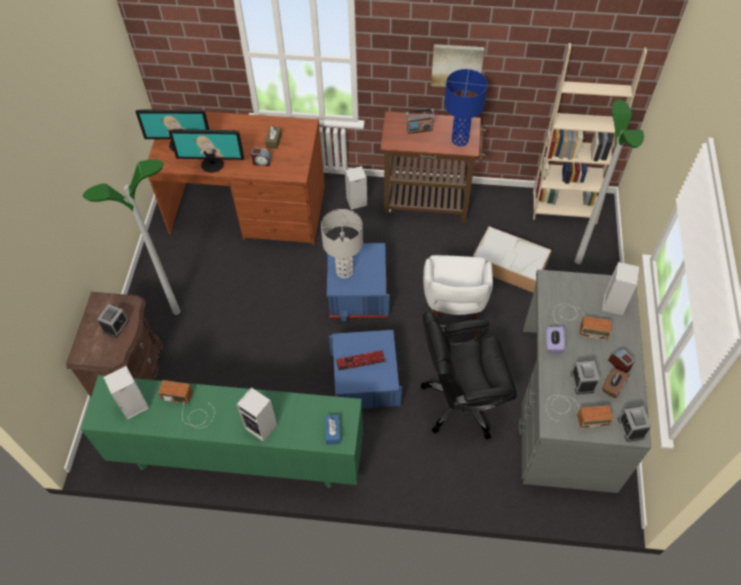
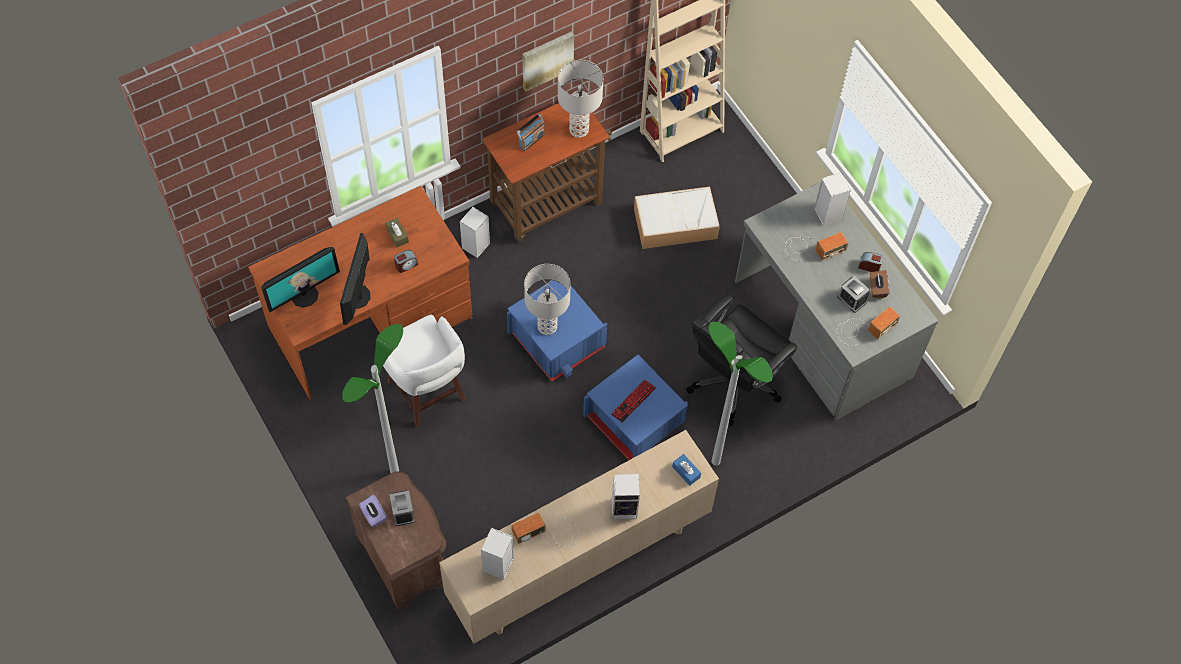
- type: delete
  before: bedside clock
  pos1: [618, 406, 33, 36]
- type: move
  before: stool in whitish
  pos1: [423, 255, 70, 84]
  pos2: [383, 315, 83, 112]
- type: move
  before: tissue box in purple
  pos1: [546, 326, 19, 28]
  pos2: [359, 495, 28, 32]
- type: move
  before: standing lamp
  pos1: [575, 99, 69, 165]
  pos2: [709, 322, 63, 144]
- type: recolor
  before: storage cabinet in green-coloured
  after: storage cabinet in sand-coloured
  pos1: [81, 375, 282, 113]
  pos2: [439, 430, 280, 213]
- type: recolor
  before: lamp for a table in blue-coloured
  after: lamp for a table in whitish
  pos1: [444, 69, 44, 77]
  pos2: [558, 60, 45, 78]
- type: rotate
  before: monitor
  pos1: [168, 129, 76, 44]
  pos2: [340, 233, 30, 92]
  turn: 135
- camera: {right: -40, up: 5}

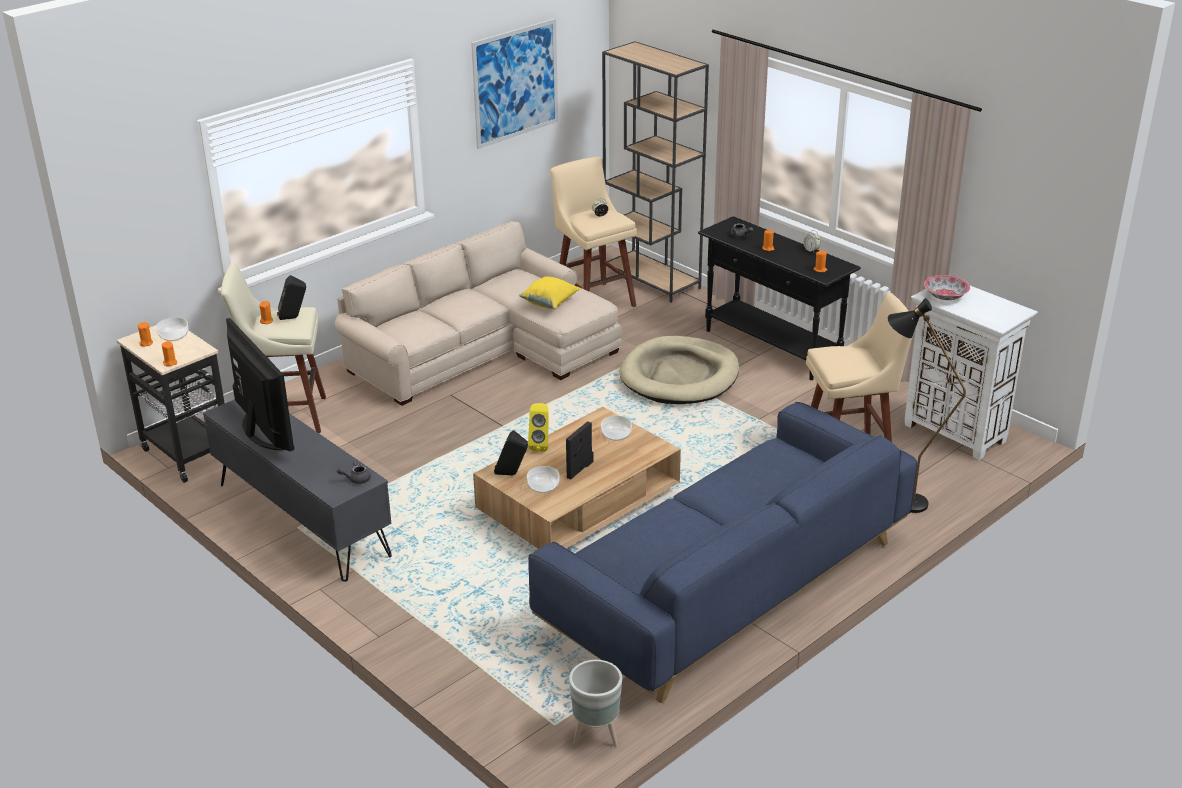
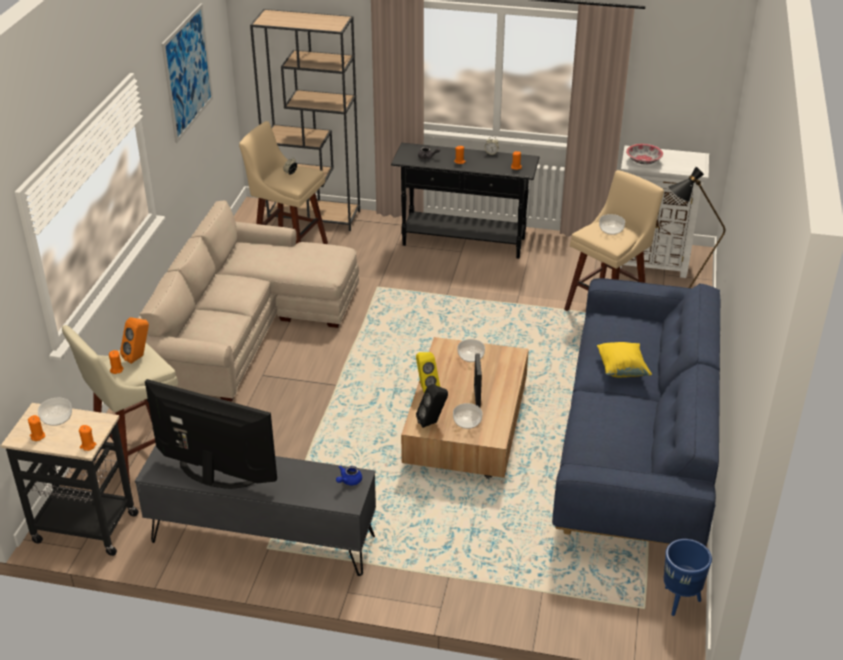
- type: delete
  before: dog cushion in sand-coloured
  pos1: [619, 336, 120, 68]
- type: insert
  after: bowl
  pos2: [599, 214, 26, 21]
- type: move
  before: cushion in yellow
  pos1: [519, 276, 61, 33]
  pos2: [597, 342, 55, 35]
- type: recolor
  before: speaker in blackish
  after: speaker in orange-coloured
  pos1: [277, 275, 29, 45]
  pos2: [120, 317, 29, 47]
- type: recolor
  before: tea pot in grey
  after: tea pot in blue-coloured
  pos1: [337, 461, 34, 23]
  pos2: [336, 466, 26, 19]
- type: recolor
  before: planter in grey
  after: planter in blue-coloured
  pos1: [569, 660, 53, 87]
  pos2: [664, 539, 48, 77]
- camera: {right: -35, up: 5}

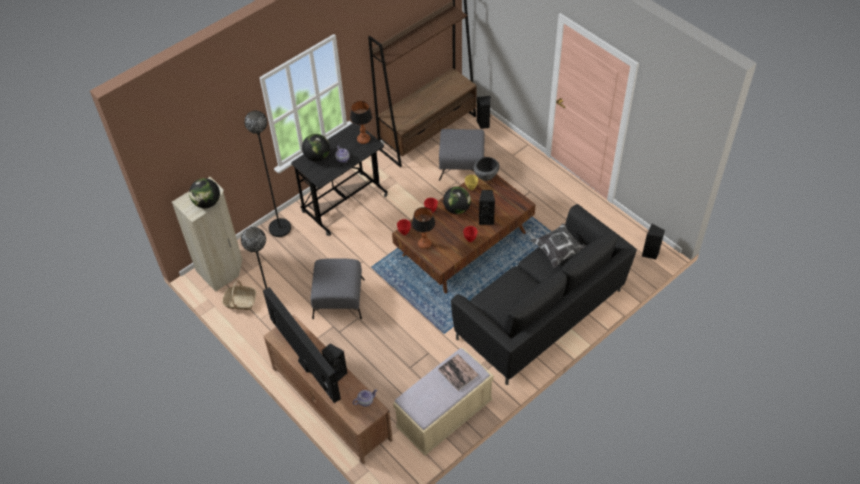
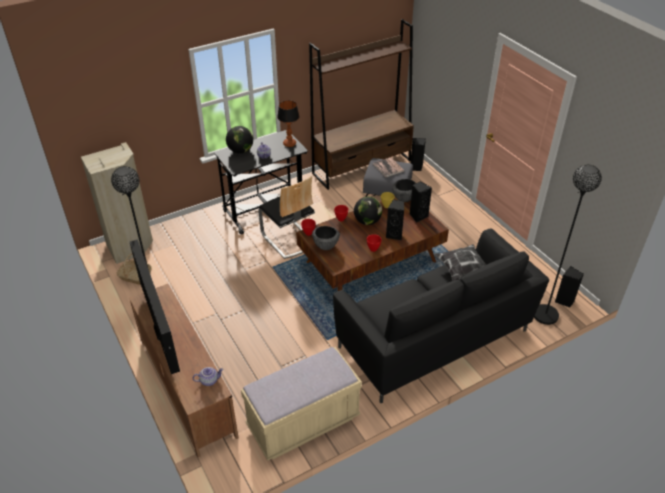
- type: delete
  before: globe
  pos1: [189, 178, 31, 30]
- type: delete
  before: ottoman in grey
  pos1: [311, 258, 54, 61]
- type: insert
  after: chair
  pos2: [258, 176, 57, 83]
- type: move
  before: standing lamp in blackish
  pos1: [244, 111, 47, 126]
  pos2: [534, 165, 68, 160]
- type: move
  before: speaker in blackish
  pos1: [322, 344, 25, 38]
  pos2: [410, 181, 22, 42]
- type: move
  before: book
  pos1: [438, 354, 41, 37]
  pos2: [373, 157, 32, 20]
- type: replace
  before: lamp for a table
  after: bowl
  pos1: [412, 207, 23, 42]
  pos2: [312, 226, 28, 24]
- camera: {right: 10, up: -10}

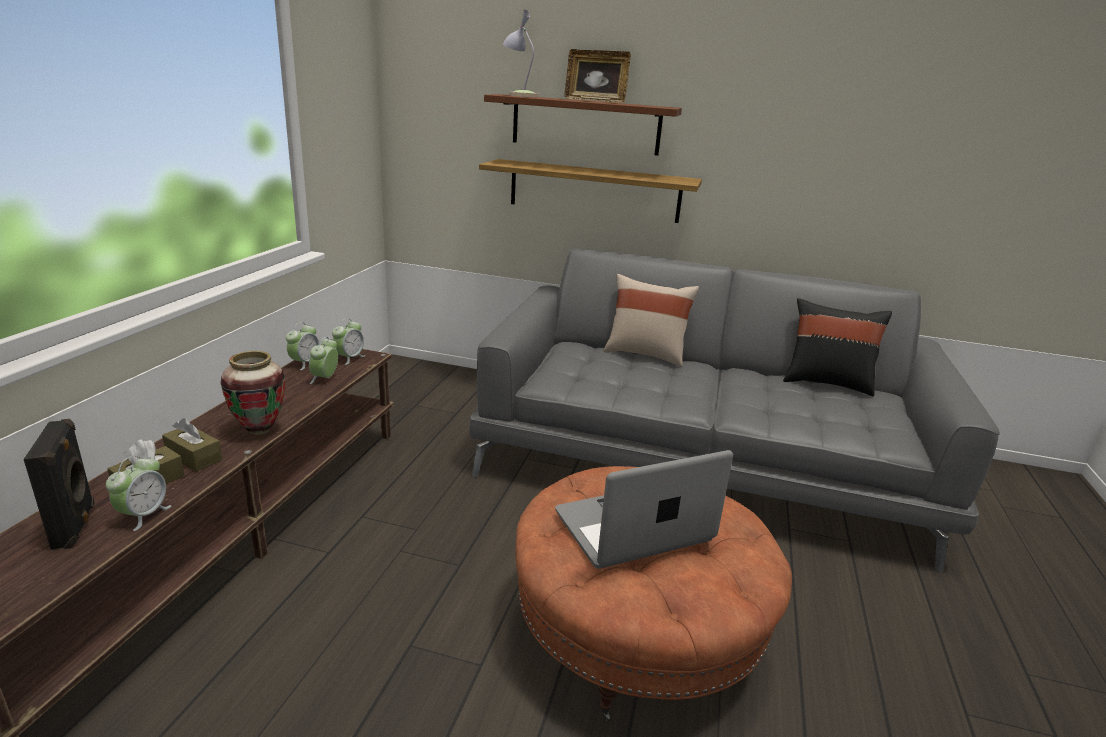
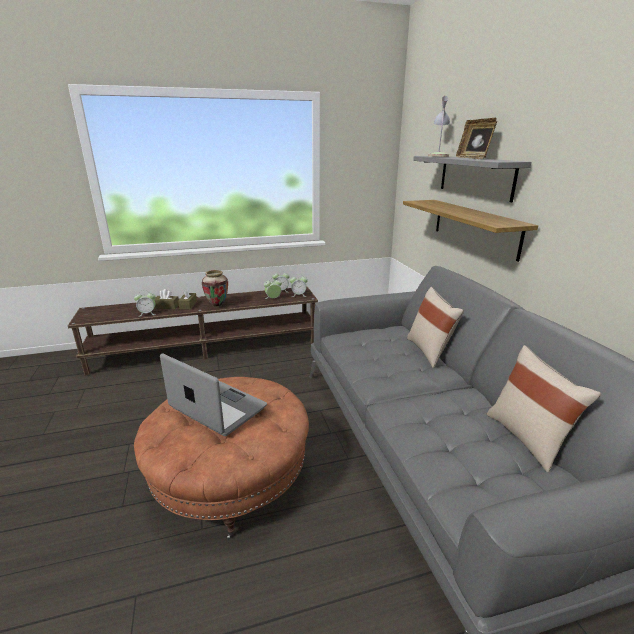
- type: delete
  before: speaker in blackish
  pos1: [24, 419, 71, 131]
- type: recolor
  before: bracket shelf in brown-coloured
  after: bracket shelf in grey
  pos1: [484, 94, 198, 62]
  pos2: [413, 156, 118, 46]
- type: recolor
  before: cushion in blackish
  after: cushion in sand-coloured
  pos1: [783, 298, 109, 98]
  pos2: [487, 345, 114, 127]
- camera: {right: 60, up: 0}

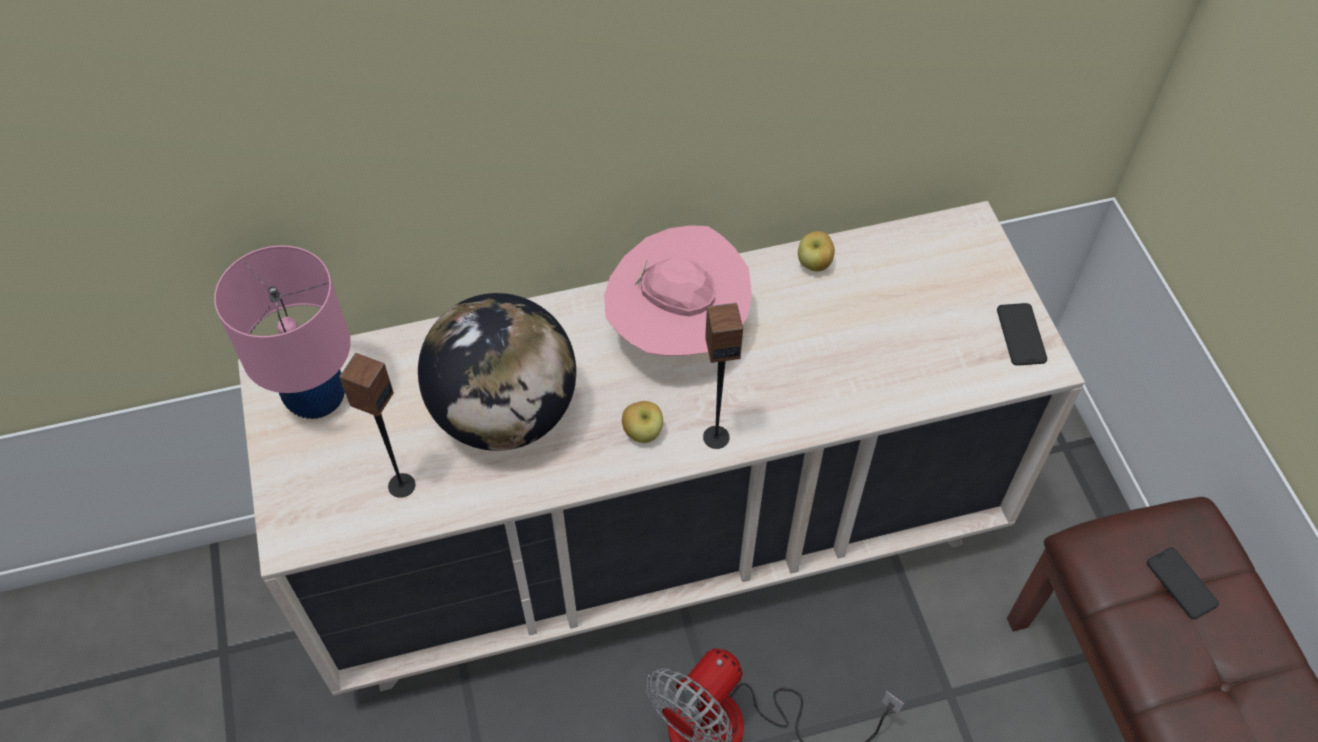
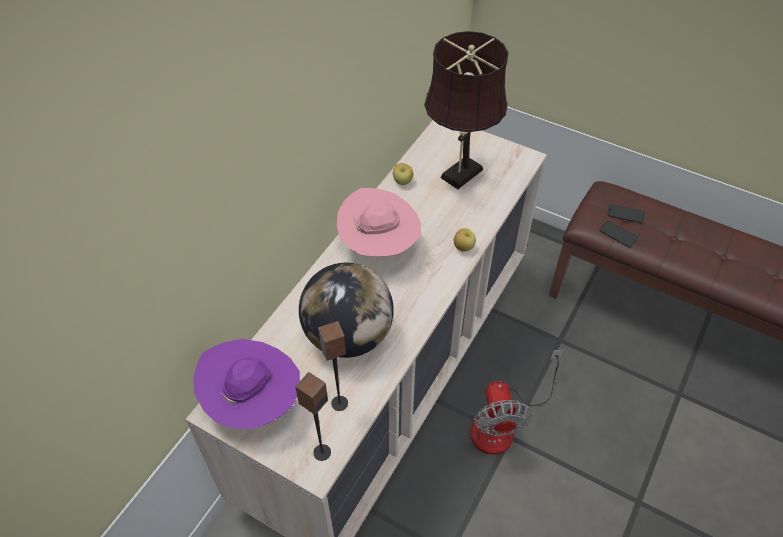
- type: insert
  after: lamp for a table in brown-coloured
  pos2: [424, 31, 85, 158]
- type: move
  before: whole apple
  pos1: [622, 401, 41, 42]
  pos2: [454, 228, 22, 24]
- type: move
  before: speaker
  pos1: [703, 303, 40, 146]
  pos2: [295, 372, 36, 89]
- type: move
  before: phone
  pos1: [997, 303, 50, 63]
  pos2: [599, 221, 39, 26]
- type: replace
  before: lamp for a table in pinkish
  after: wearable hat in purple
  pos1: [214, 245, 137, 174]
  pos2: [193, 339, 107, 90]
- camera: {right: -45, up: -5}

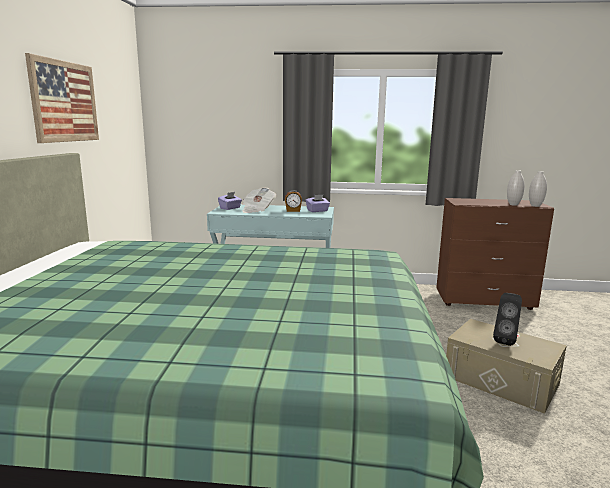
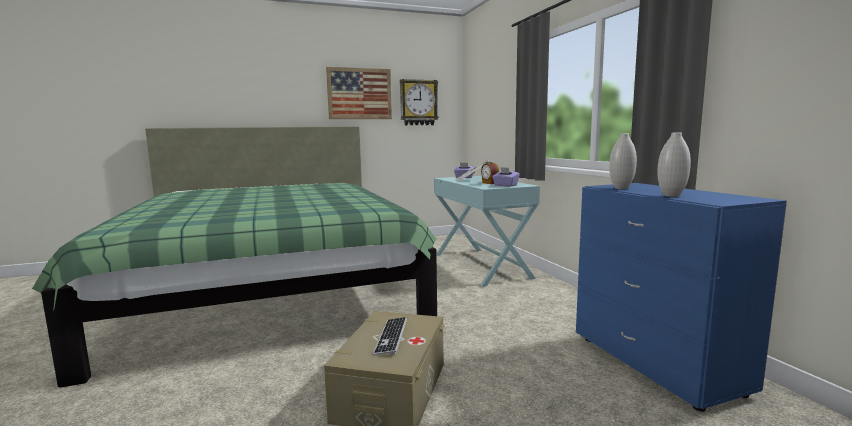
- type: insert
  after: clock on the wall
  pos2: [400, 79, 39, 46]
- type: move
  before: vase in whitish
  pos1: [529, 171, 18, 36]
  pos2: [609, 133, 28, 56]
- type: replace
  before: speaker in blackish
  after: computer keyboard
  pos1: [493, 293, 29, 53]
  pos2: [373, 317, 34, 38]
- type: recolor
  before: chest of drawers in brown-coloured
  after: chest of drawers in blue-coloured
  pos1: [436, 198, 118, 112]
  pos2: [576, 183, 211, 229]
- camera: {right: 65, up: -5}

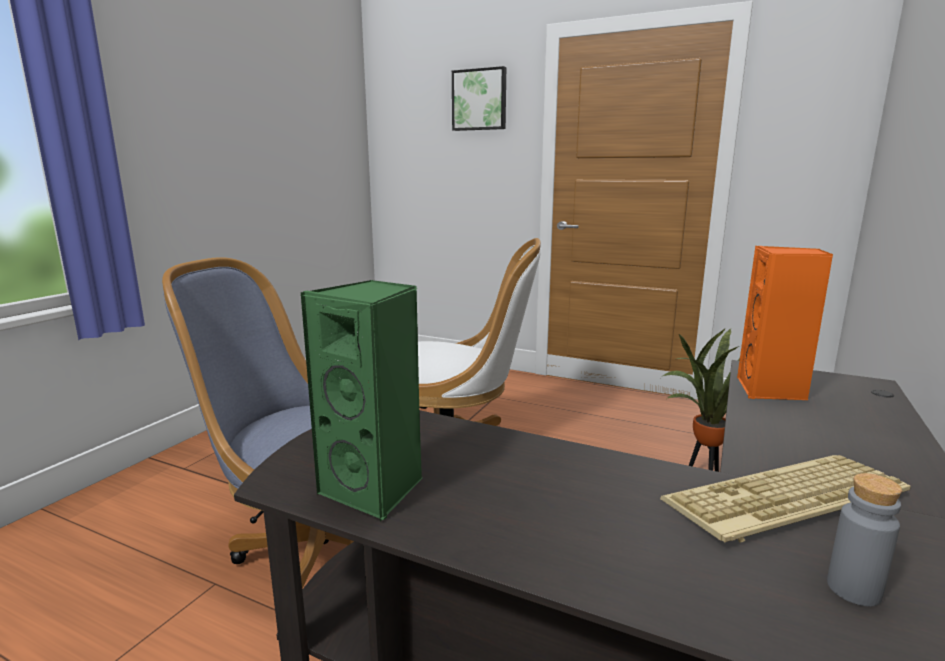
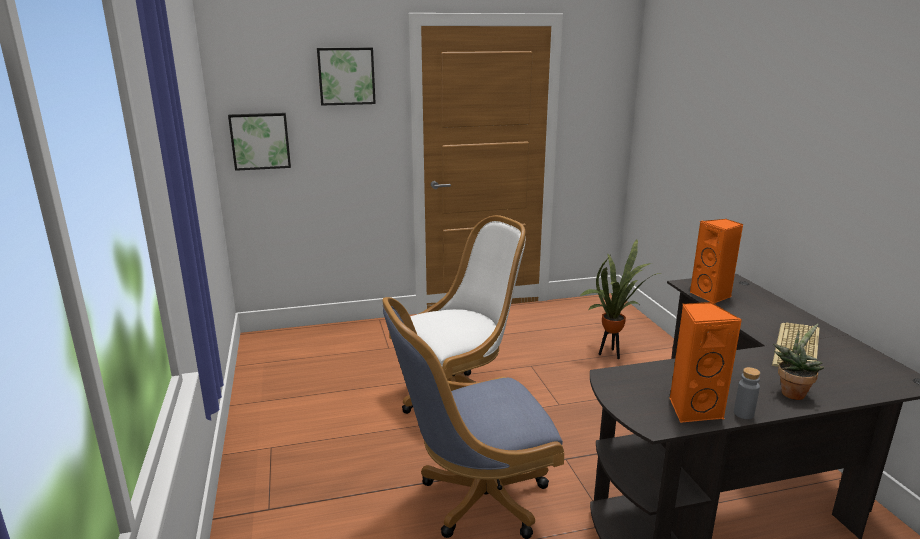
- type: insert
  after: wall picture
  pos2: [228, 113, 63, 58]
- type: insert
  after: plant in a pot
  pos2: [773, 323, 51, 77]
- type: move
  before: beverage bottle in grey
  pos1: [827, 473, 75, 133]
  pos2: [734, 367, 26, 52]
- type: recolor
  before: speaker in green-coloured
  after: speaker in orange-coloured
  pos1: [301, 280, 121, 241]
  pos2: [670, 302, 72, 121]
- camera: {right: -40, up: 5}

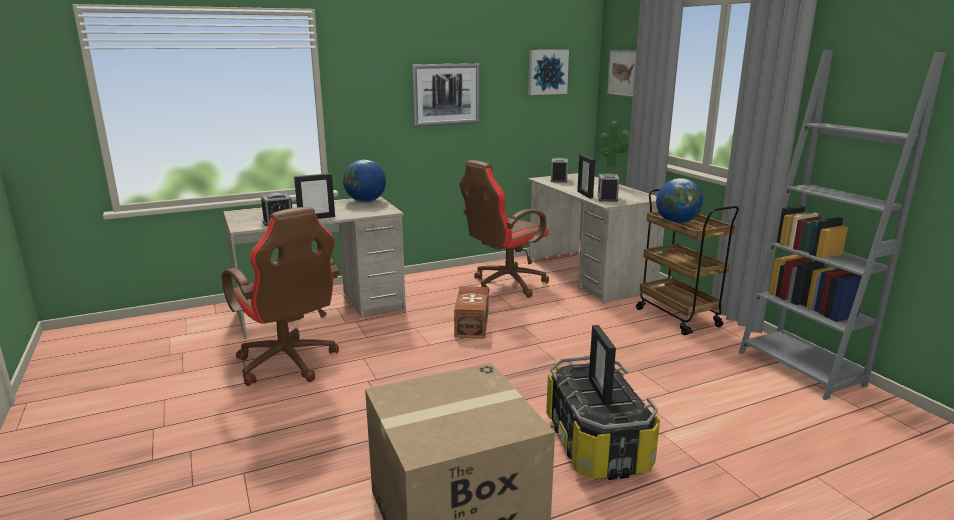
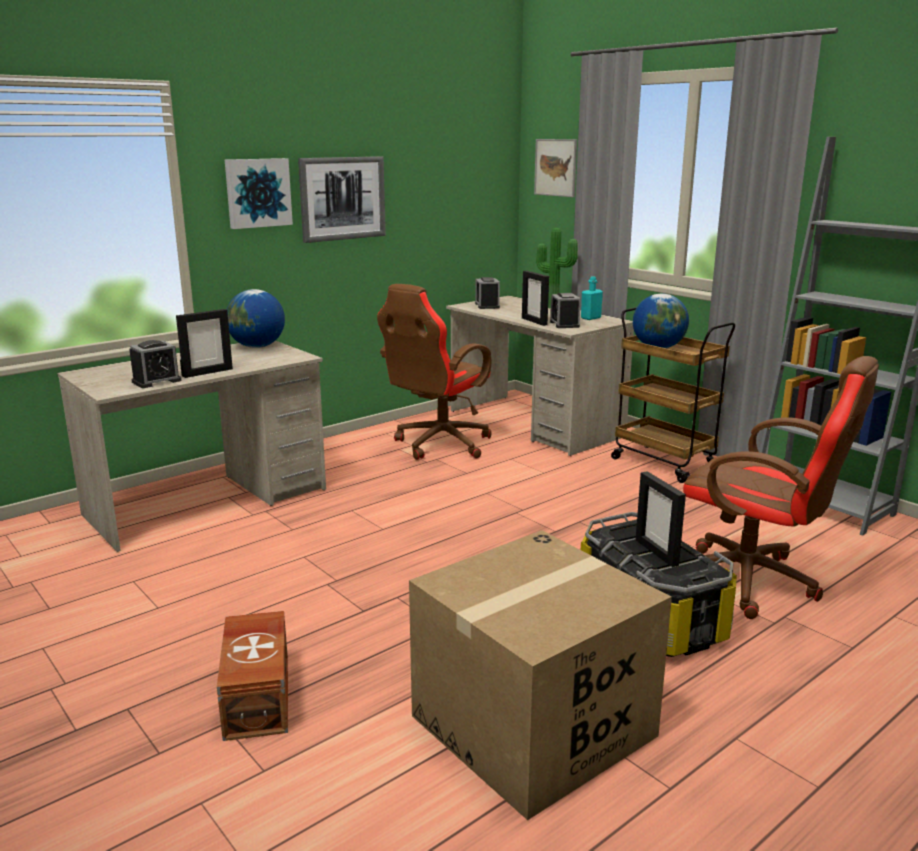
- type: insert
  after: beverage bottle in turquoise
  pos2: [581, 276, 22, 44]
- type: move
  before: desk chair in brown-coloured
  pos1: [222, 207, 117, 179]
  pos2: [683, 356, 196, 263]
- type: move
  before: storage bin in brown-coloured
  pos1: [454, 286, 35, 53]
  pos2: [217, 611, 71, 130]
- type: move
  before: wall picture
  pos1: [528, 50, 41, 45]
  pos2: [225, 158, 68, 71]
- camera: {right: -15, up: 0}

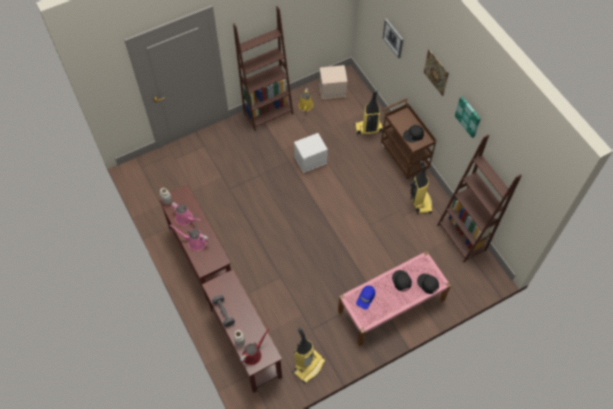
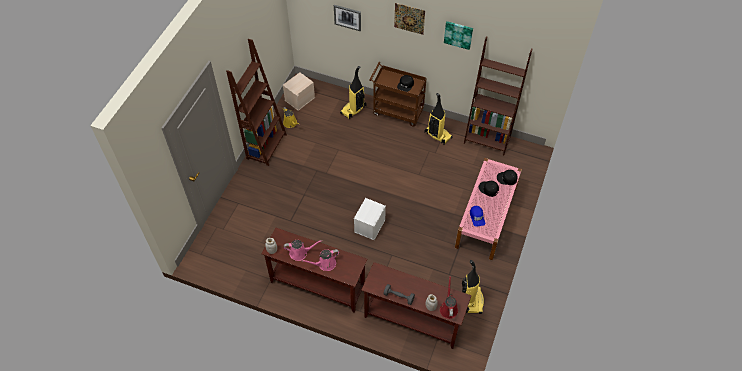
- type: move
  before: storage bin in whitish
  pos1: [294, 133, 34, 40]
  pos2: [354, 198, 32, 42]
- camera: {right: -40, up: -5}

